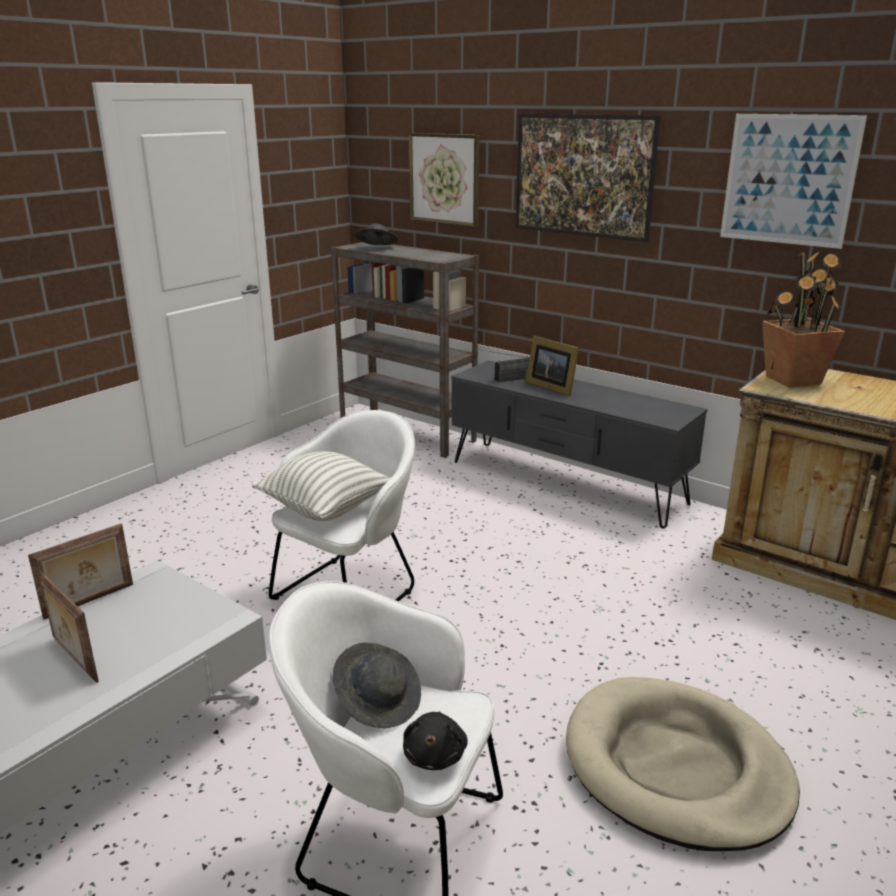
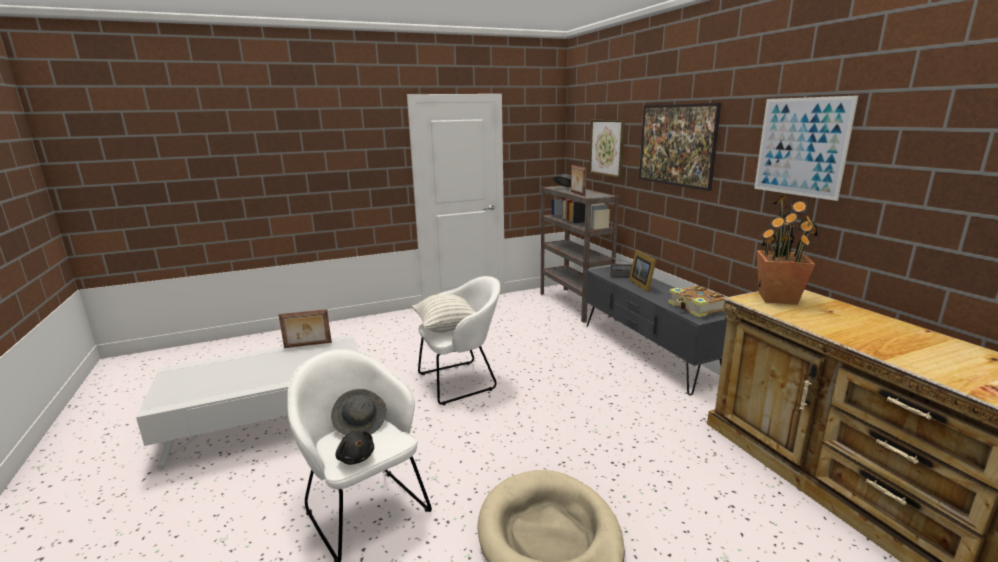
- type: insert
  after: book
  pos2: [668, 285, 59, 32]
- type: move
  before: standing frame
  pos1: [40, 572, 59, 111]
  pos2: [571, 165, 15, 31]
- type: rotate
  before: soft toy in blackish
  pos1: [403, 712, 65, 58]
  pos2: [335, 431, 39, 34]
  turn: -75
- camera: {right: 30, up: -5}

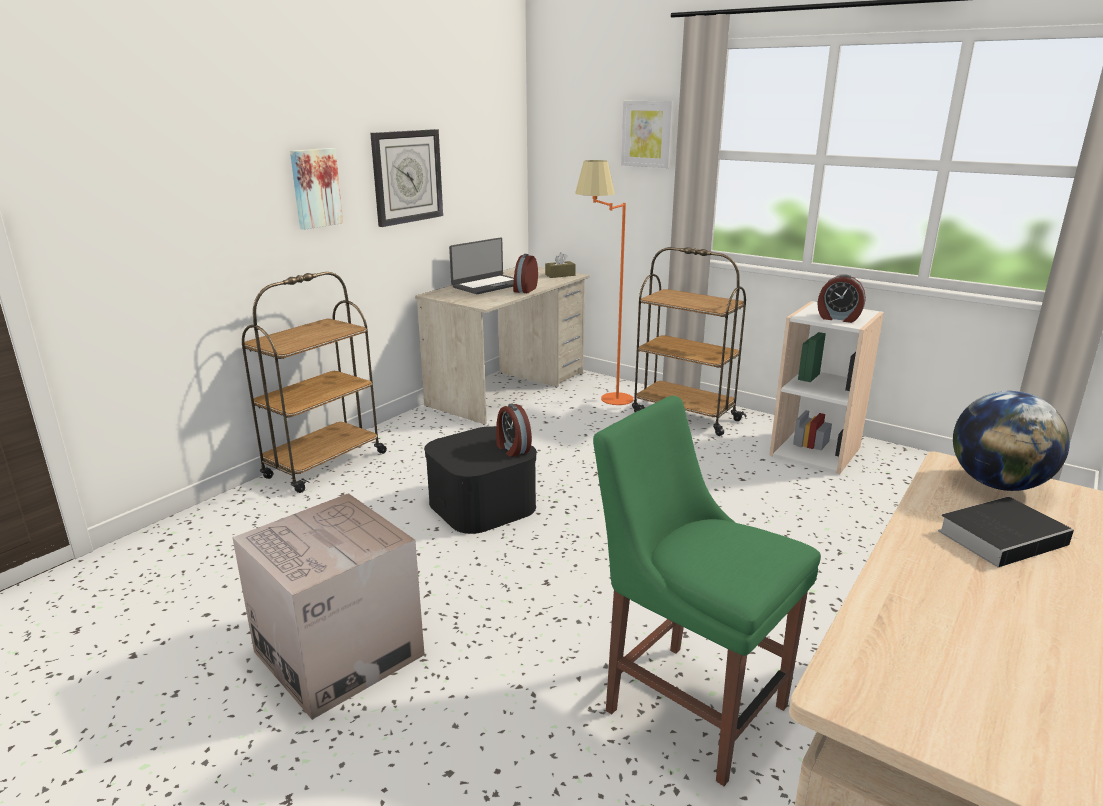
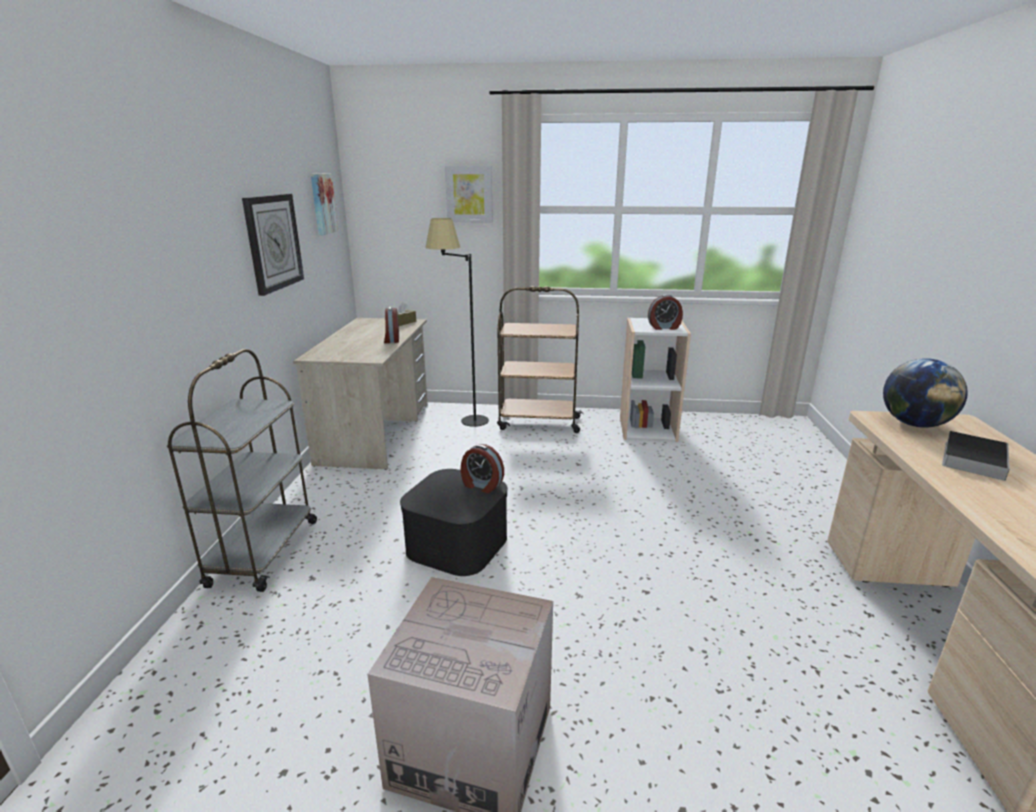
- type: delete
  before: portable computer
  pos1: [449, 237, 65, 57]
- type: delete
  before: chair in green-coloured
  pos1: [593, 396, 228, 390]
- type: move
  before: wall picture
  pos1: [290, 148, 53, 82]
  pos2: [311, 173, 27, 62]
- type: recolor
  before: wheeled cart in brown-coloured
  after: wheeled cart in grey
  pos1: [242, 272, 145, 221]
  pos2: [167, 349, 150, 243]
- type: recolor
  before: standing lamp in orange-coloured
  after: standing lamp in blackish
  pos1: [575, 160, 59, 245]
  pos2: [425, 218, 64, 209]
- camera: {right: -30, up: 0}

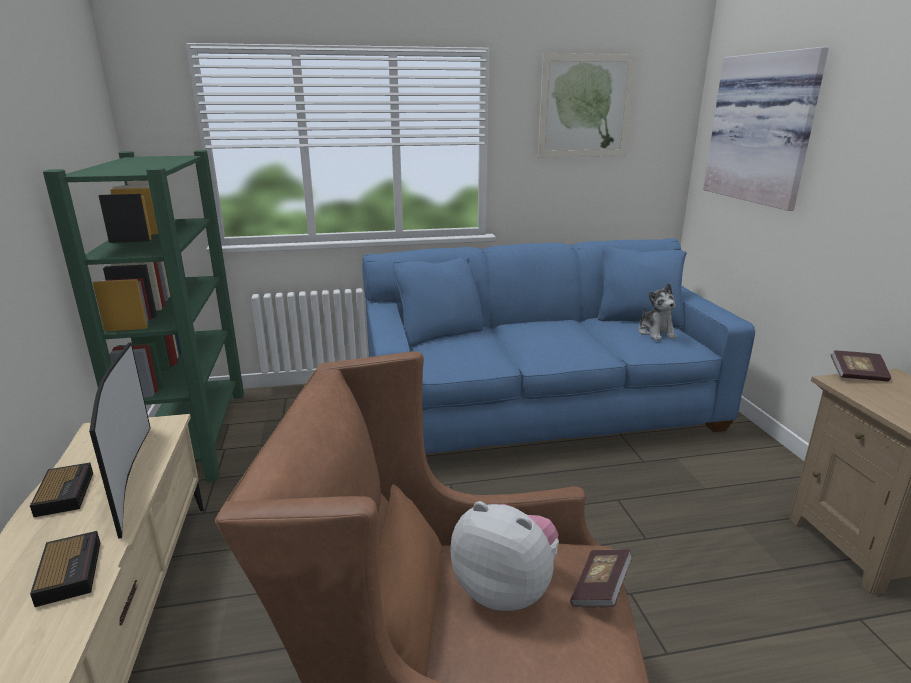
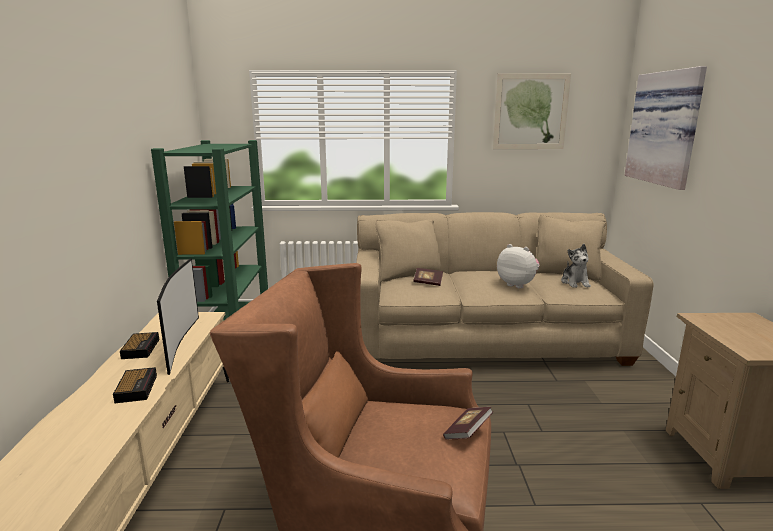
- type: move
  before: soft toy
  pos1: [450, 501, 109, 110]
  pos2: [497, 244, 43, 44]
- type: move
  before: book
  pos1: [831, 351, 60, 30]
  pos2: [414, 268, 29, 18]
- type: recolor
  before: couch in blue-coloured
  after: couch in sand-coloured
  pos1: [362, 238, 393, 215]
  pos2: [356, 212, 298, 154]
- camera: {right: 10, up: -5}

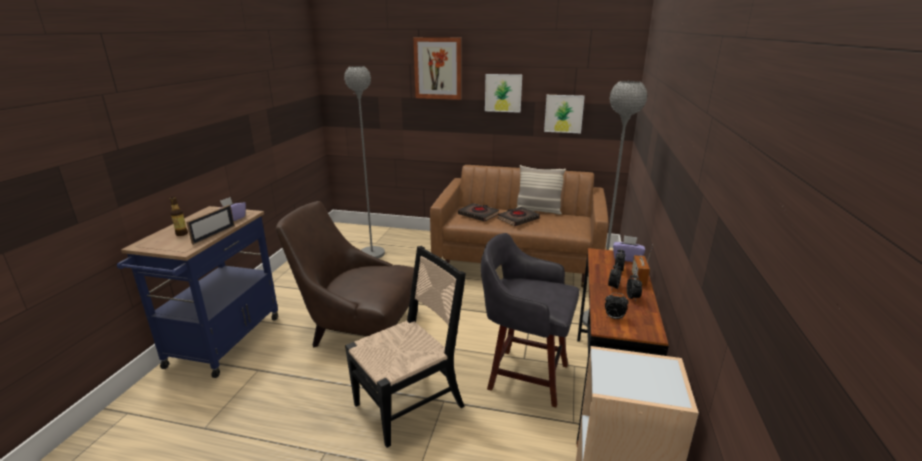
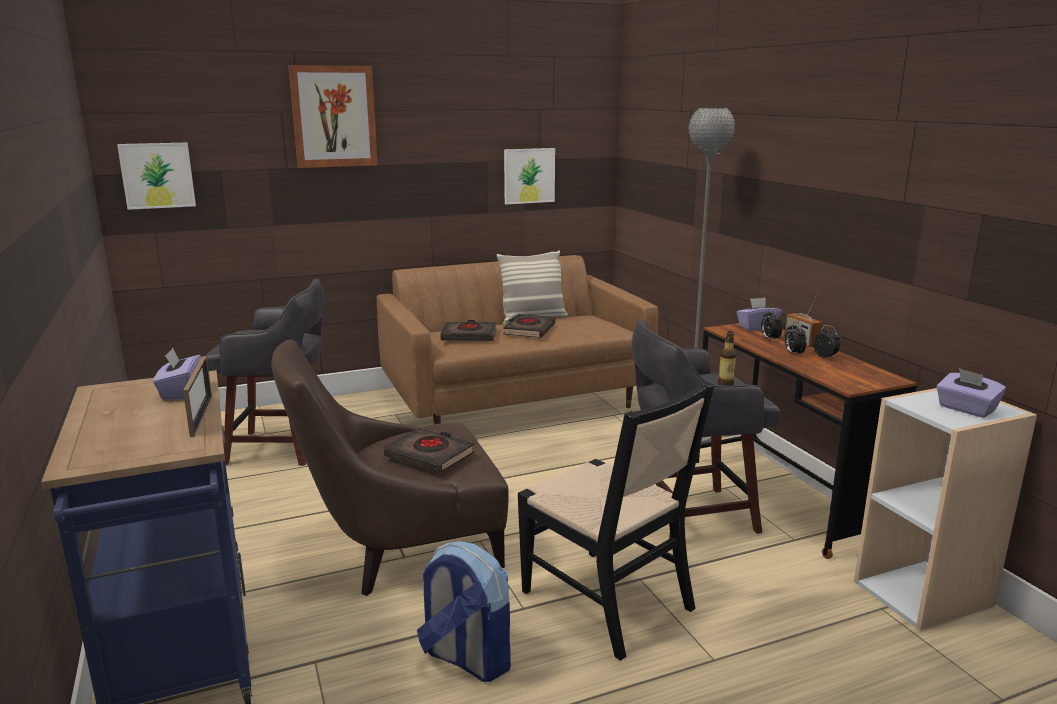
- type: delete
  before: bedside clock
  pos1: [605, 293, 24, 27]
- type: insert
  after: book in blackish
  pos2: [384, 428, 91, 46]
- type: insert
  after: rucksack
  pos2: [417, 541, 94, 141]
- type: insert
  after: tissue box in purple
  pos2: [936, 368, 70, 50]
- type: move
  before: beverage bottle
  pos1: [170, 197, 18, 39]
  pos2: [718, 331, 18, 55]
- type: move
  before: wall picture
  pos1: [485, 74, 37, 39]
  pos2: [117, 143, 79, 67]
- type: replace
  before: standing lamp in grey
  after: stool in grey
  pos1: [344, 66, 41, 192]
  pos2: [206, 279, 119, 187]
- type: rotate
  before: chair
  pos1: [345, 246, 121, 202]
  pos2: [518, 381, 197, 280]
  turn: 120
- camera: {right: -35, up: -5}

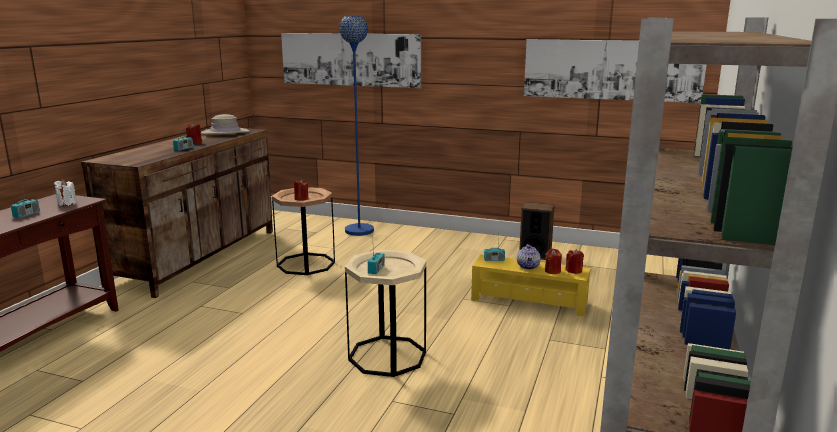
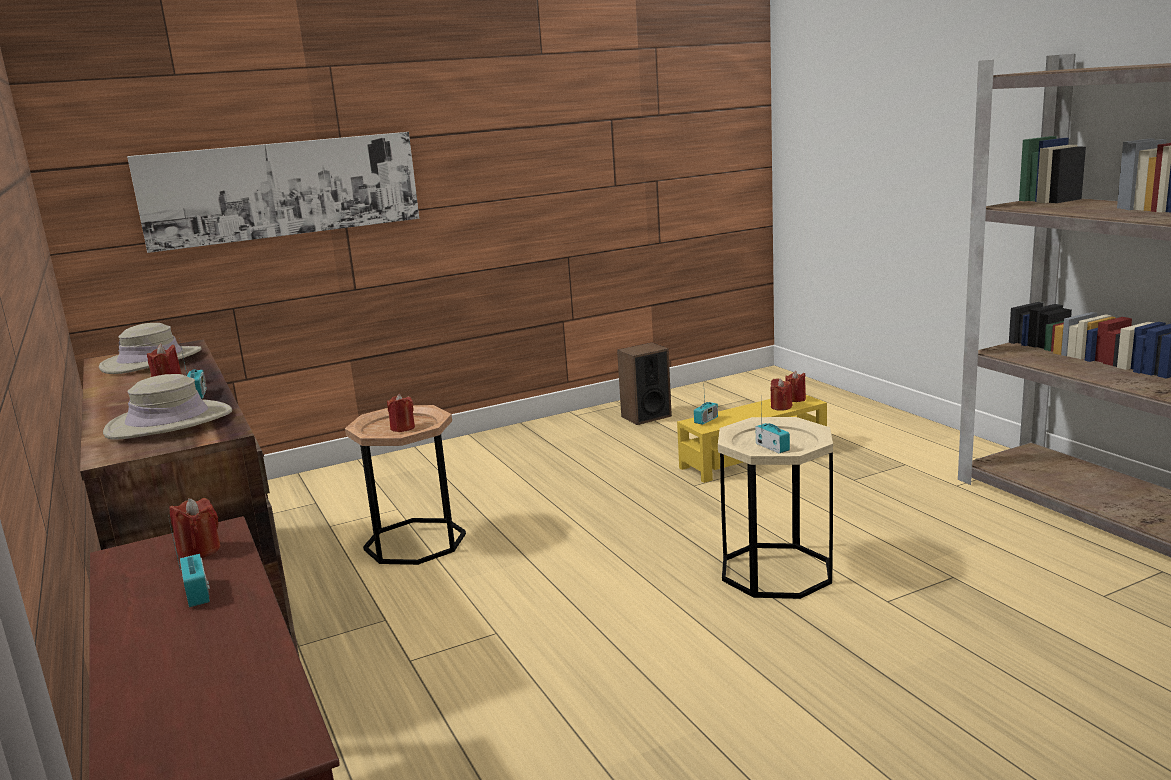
- type: delete
  before: standing lamp in blue-coloured
  pos1: [339, 16, 35, 220]
- type: delete
  before: tea pot
  pos1: [517, 244, 24, 26]
- type: delete
  before: wall picture
  pos1: [524, 39, 183, 64]
- type: insert
  after: wearable hat in sand-coloured
  pos2: [103, 374, 129, 66]
- type: recolor
  before: wax light in whitish
  after: wax light in reddish
  pos1: [54, 180, 23, 26]
  pos2: [170, 498, 51, 60]
- camera: {right: -45, up: 0}

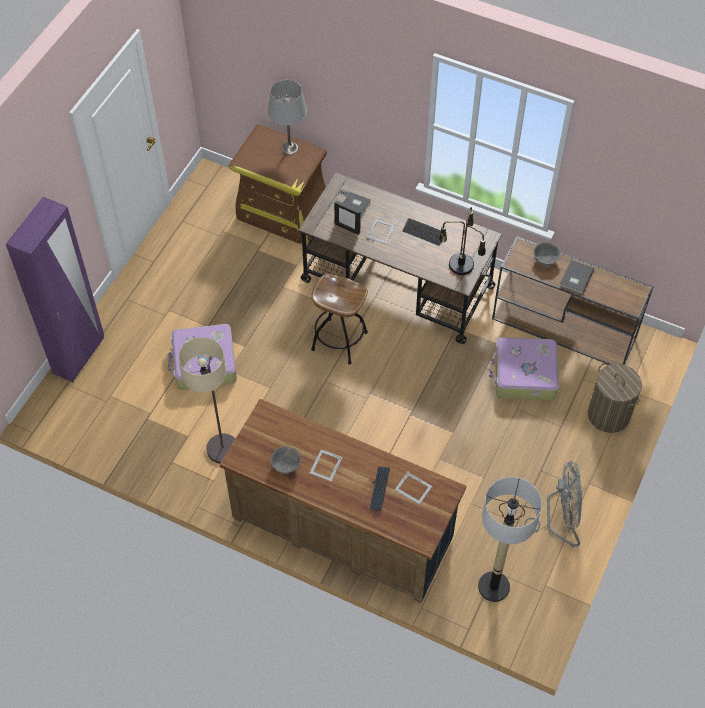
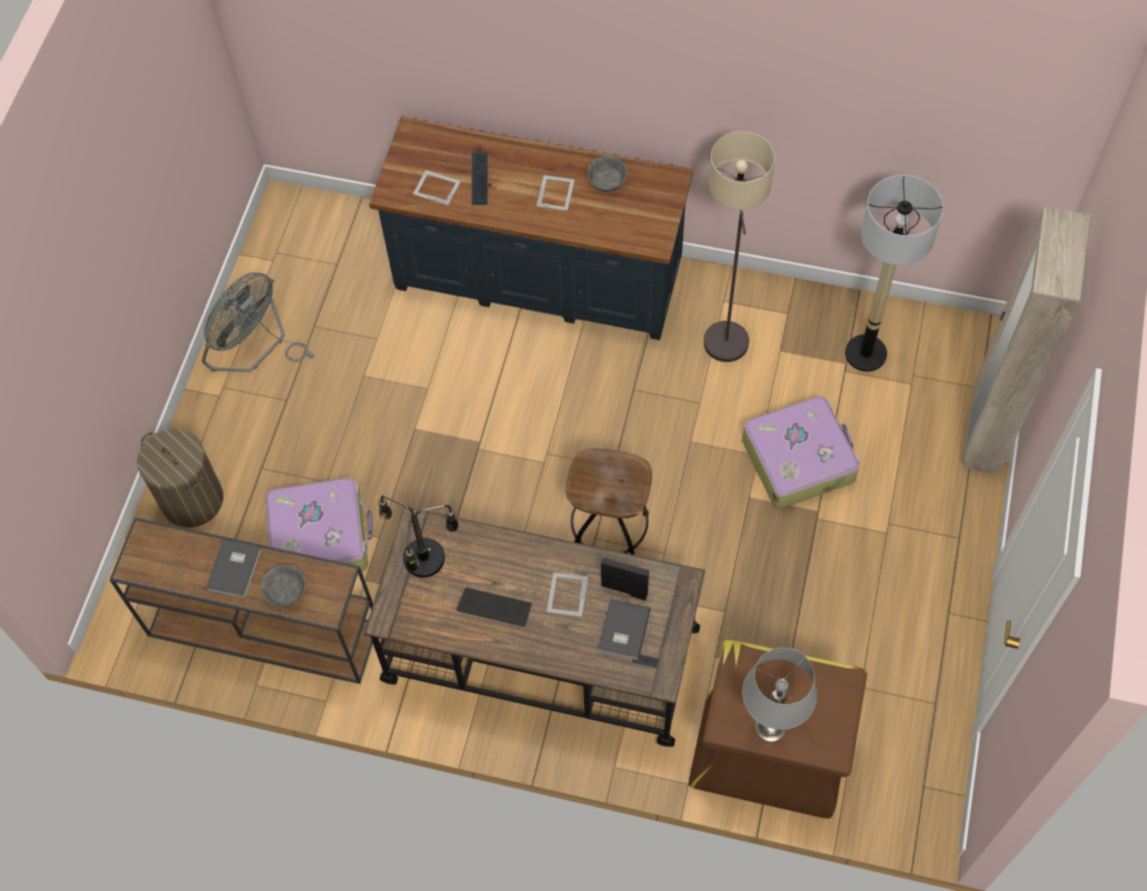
- type: move
  before: standing lamp
  pos1: [478, 477, 64, 125]
  pos2: [845, 175, 98, 197]
- type: recolor
  before: wardrobe in purple
  after: wardrobe in sand-coloured
  pos1: [6, 197, 98, 185]
  pos2: [963, 207, 127, 268]
- type: rotate
  before: fan in grey
  pos1: [518, 461, 64, 87]
  pos2: [202, 272, 112, 100]
  turn: 45
- camera: {right: 170, up: 5}

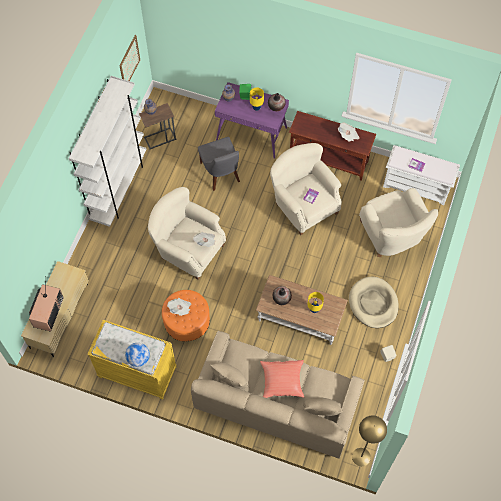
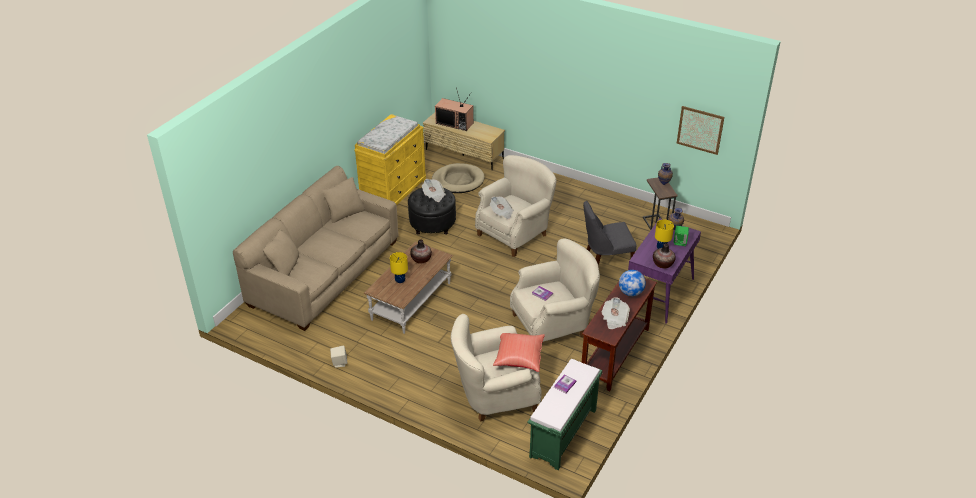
- type: delete
  before: bookcase in whitish
  pos1: [68, 76, 78, 151]
- type: delete
  before: standing lamp in yellow
  pos1: [352, 415, 35, 51]
- type: move
  before: globe
  pos1: [125, 343, 25, 24]
  pos2: [619, 270, 27, 26]
- type: move
  before: cushion in reddish
  pos1: [260, 360, 44, 38]
  pos2: [493, 333, 52, 39]
- type: move
  before: dog cushion in sand-coloured
  pos1: [349, 277, 50, 51]
  pos2: [432, 163, 53, 30]
- type: recolor
  before: ottoman in orange-coloured
  after: ottoman in blackish
  pos1: [162, 290, 48, 52]
  pos2: [408, 188, 48, 47]
- type: recolor
  before: bench in whitish
  after: bench in green-coloured
  pos1: [383, 145, 77, 60]
  pos2: [528, 359, 74, 111]
- camera: {right: 100, up: -25}

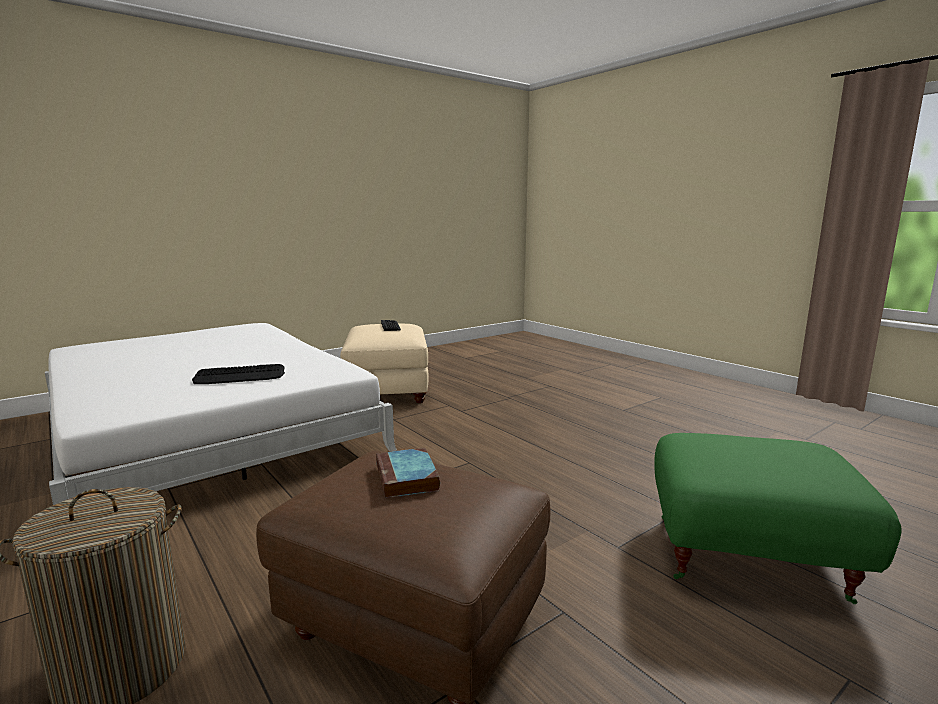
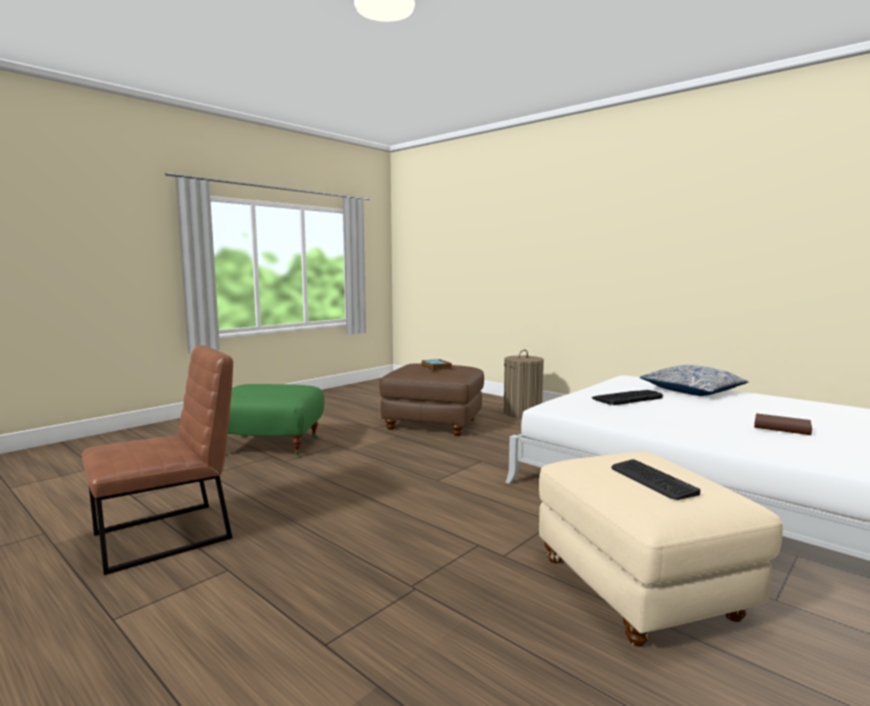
- type: insert
  after: chair in brown-coloured
  pos2: [82, 345, 151, 230]
- type: insert
  after: cushion
  pos2: [640, 365, 109, 31]
- type: insert
  after: book in brown-coloured
  pos2: [754, 413, 58, 22]
- camera: {right: 170, up: -5}

